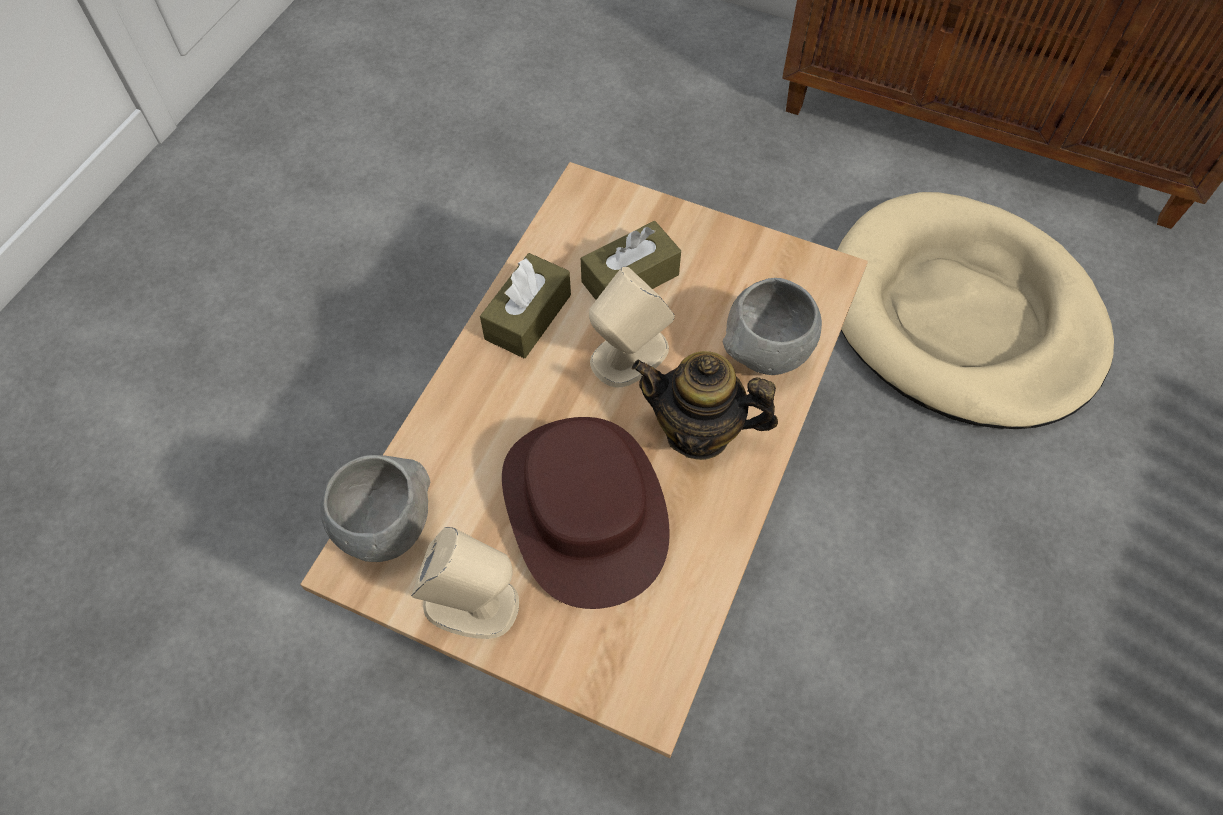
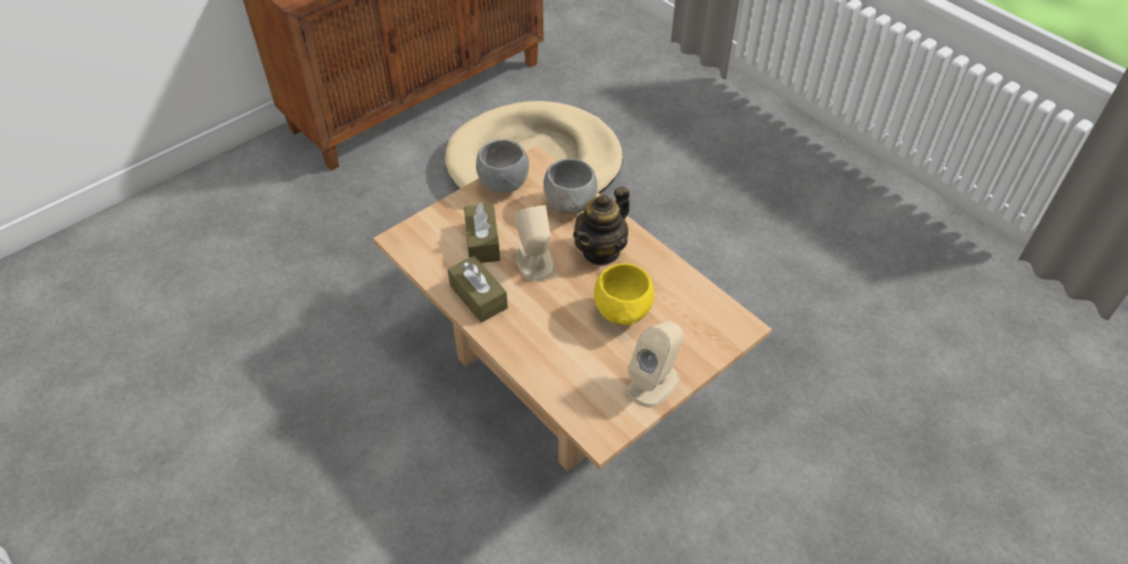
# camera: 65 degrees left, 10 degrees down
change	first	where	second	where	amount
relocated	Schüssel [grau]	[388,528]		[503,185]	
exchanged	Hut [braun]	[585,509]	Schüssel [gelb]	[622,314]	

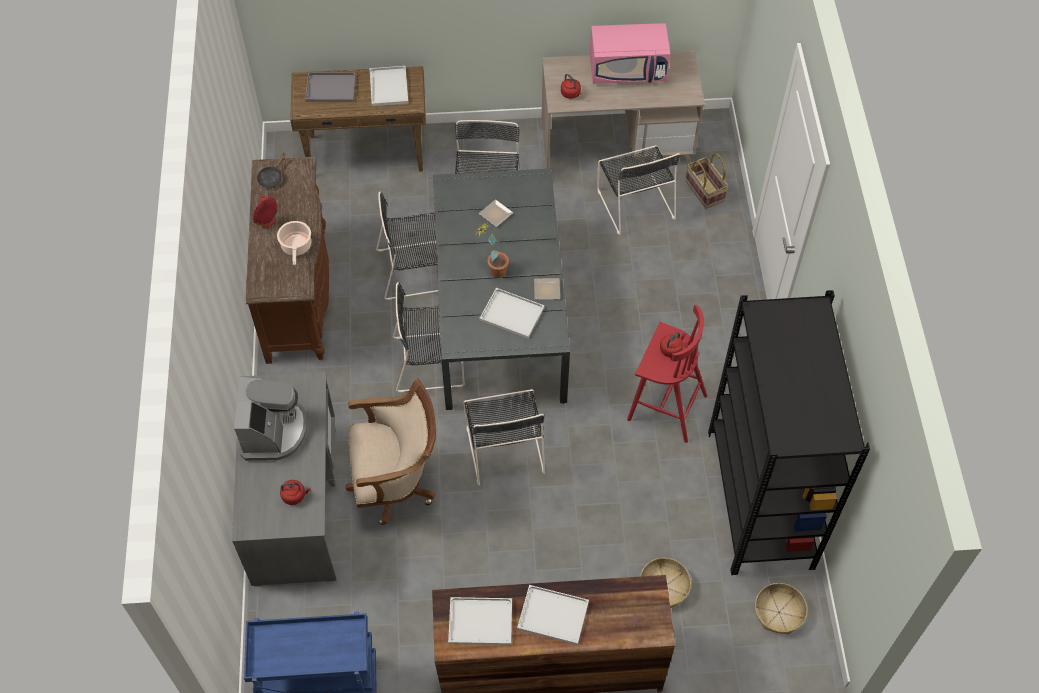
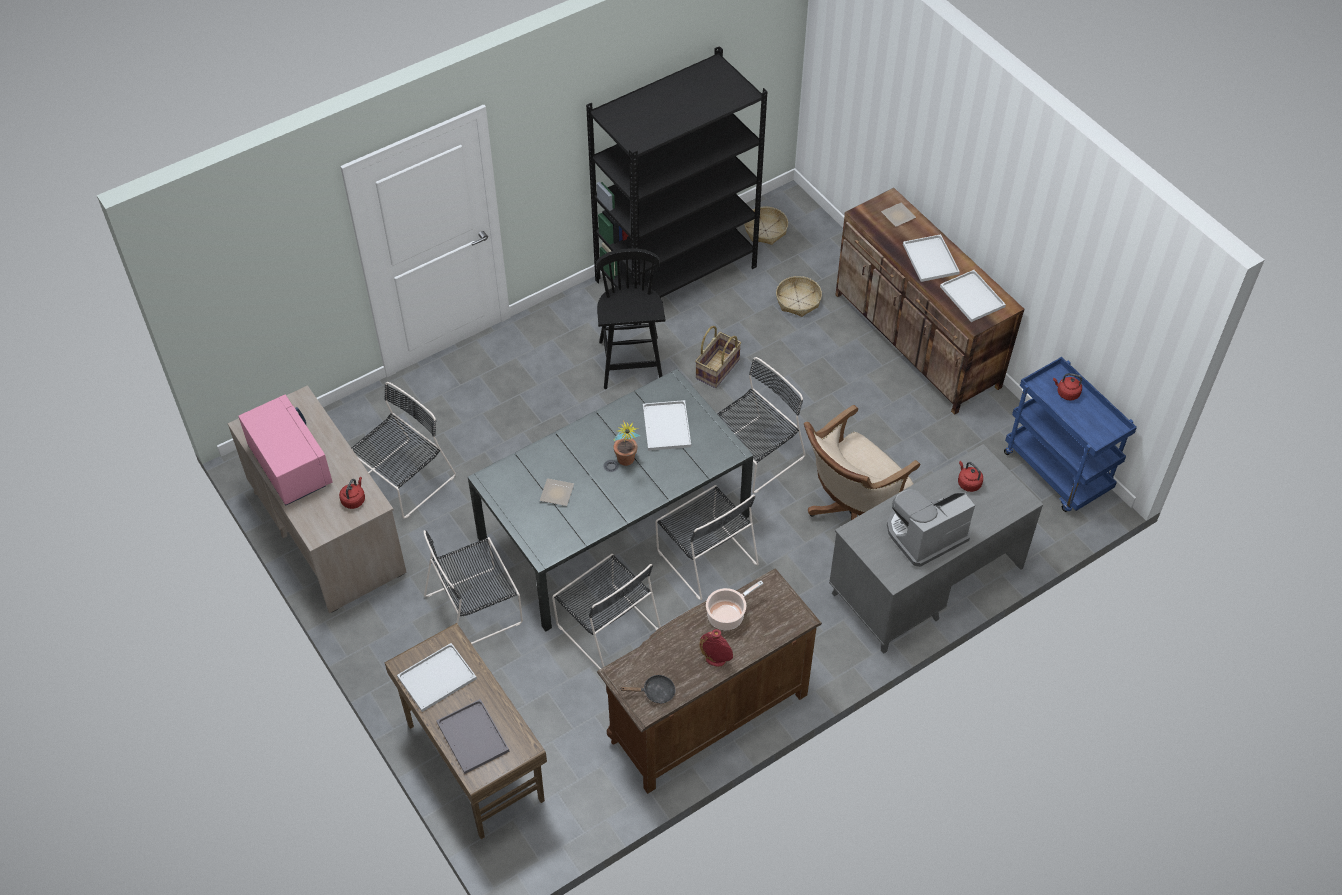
# camera: 120 degrees left, 5 degrees down
change	first	where	second	where	amount
relocated	Teller	[546,291]		[899,216]	
relocated	Wasserkessel [rot]	[671,349]		[1066,393]	
relocated	Korb	[703,191]		[718,369]	
colour	Hocker [rot]	[664,406]	Hocker [schwarz]	[631,364]	
spun	Bürostuhl	[396,486]		[850,515]	90 degrees counterclockwise

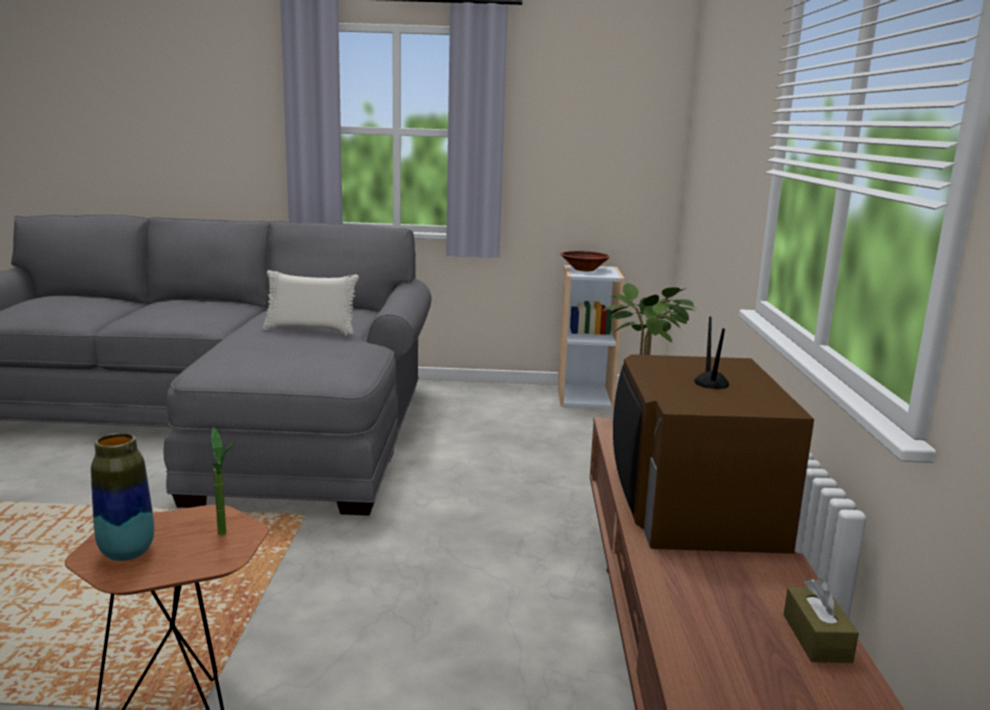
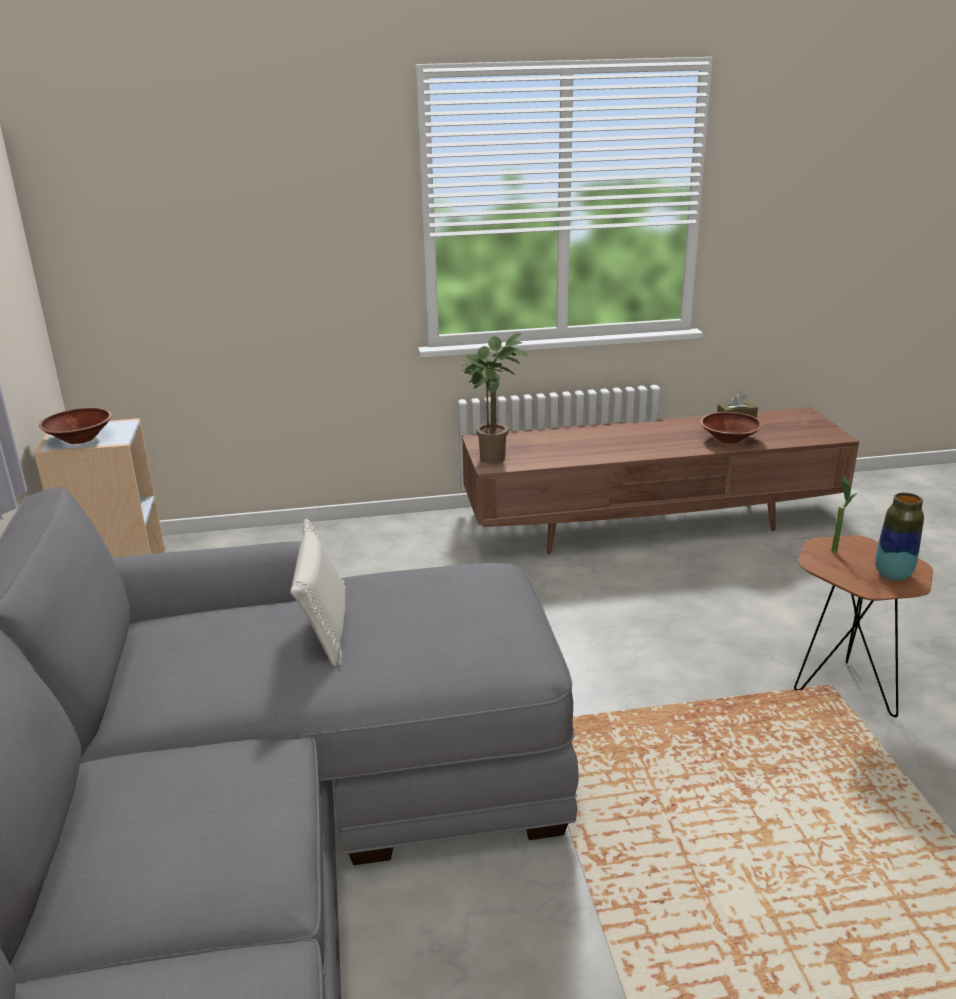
# camera: 100 degrees left, 10 degrees up
change	first	where	second	where	amount
missing	Fernseher	[694,505]			
appeared			Schüssel [braun]	[729,439]	

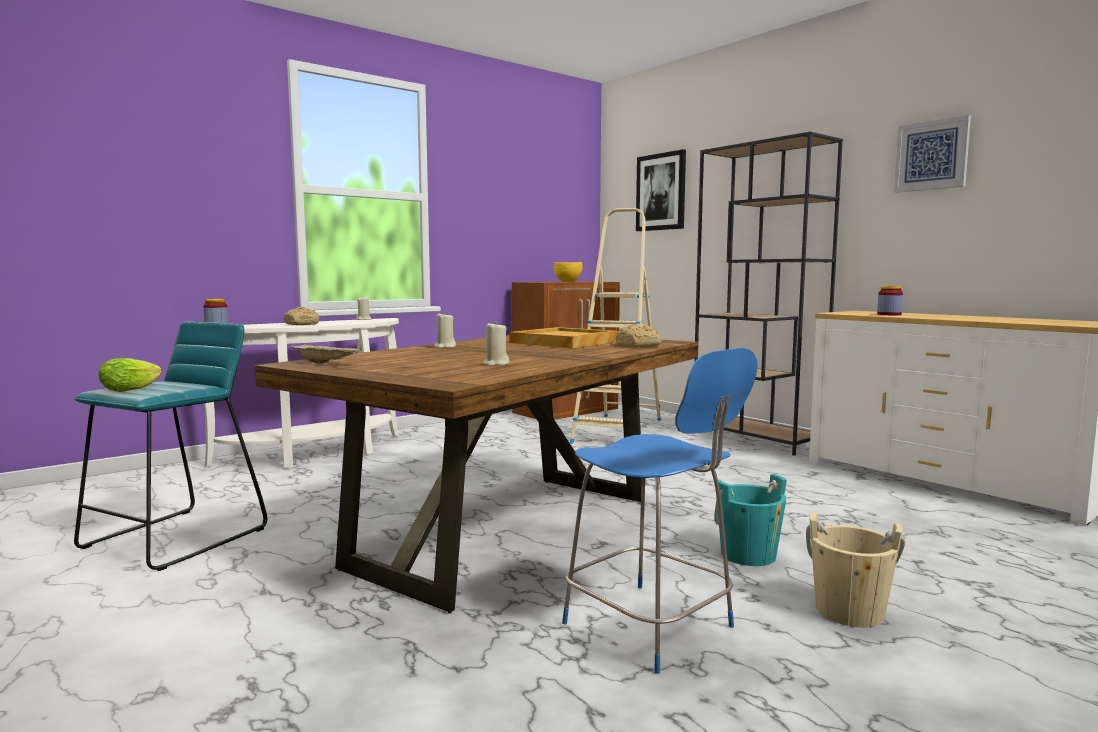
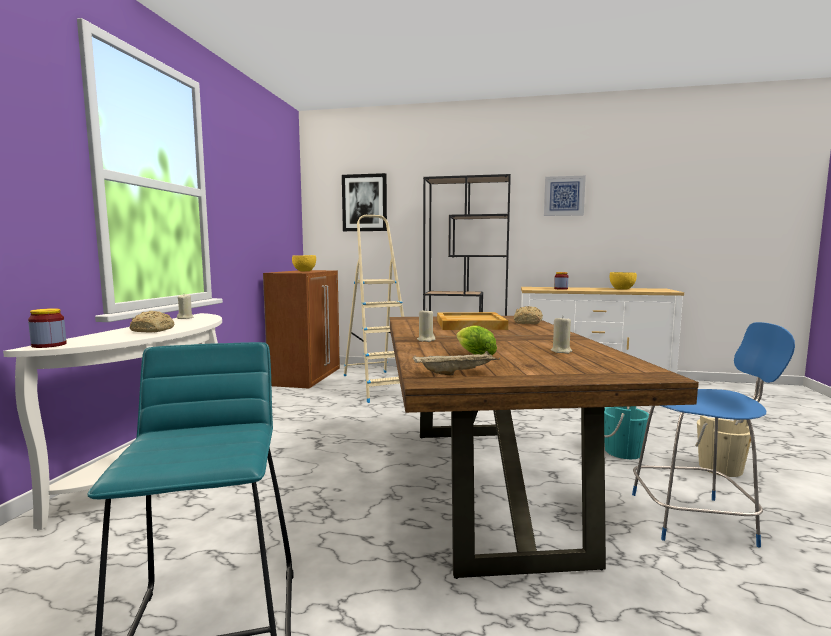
# camera: 40 degrees left, 0 degrees up
change	first	where	second	where	amount
appeared			Schüssel [gelb]	[622,289]	
relocated	Salatkopf	[134,389]		[473,355]	

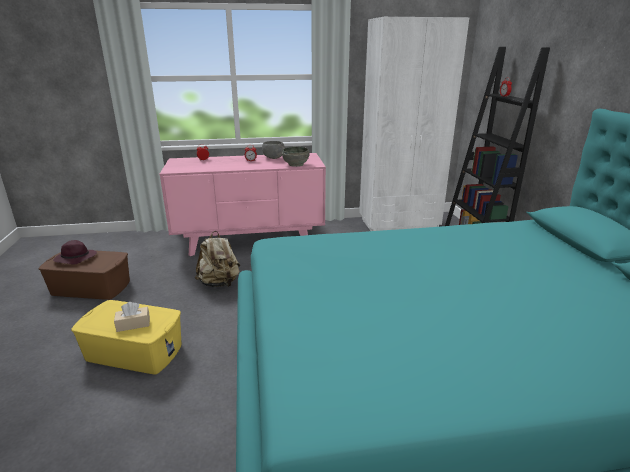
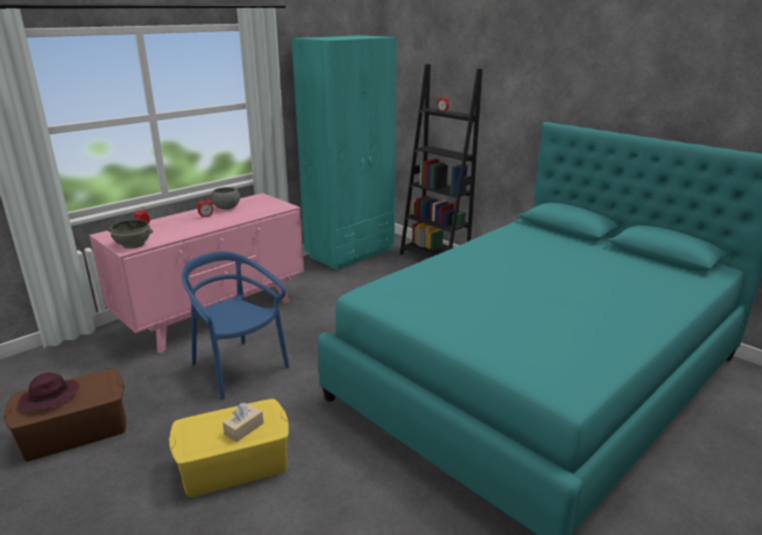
# camera: 35 degrees left, 0 degrees up
change	first	where	second	where	amount
relocated	Schüssel [grau]	[296,164]		[133,244]	
exchanged	Rucksack [beige]	[219,283]	Stuhl [blau]	[238,368]	
colour	Kleiderschrank [weiß]	[399,224]	Kleiderschrank [türkis]	[351,253]	

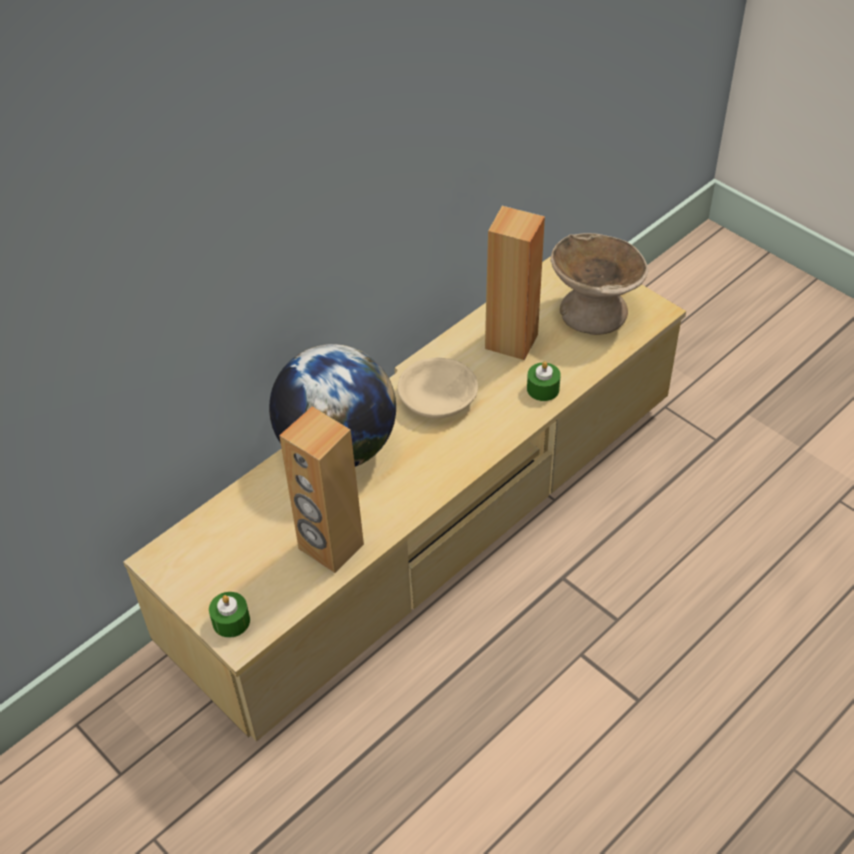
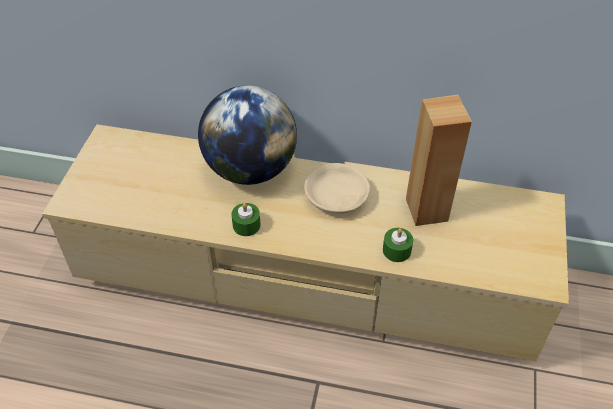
# camera: 55 degrees right, 0 degrees up
change	first	where	second	where	amount
missing	Lautsprecher [braun]	[330,547]			
missing	Schüssel [beige]	[593,312]			
relocated	Kerze [grün]	[231,621]		[246,225]	

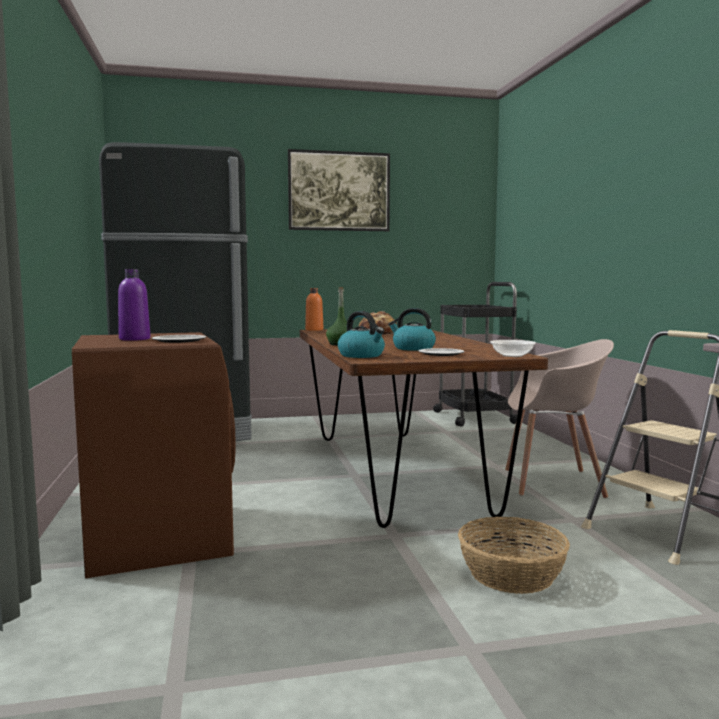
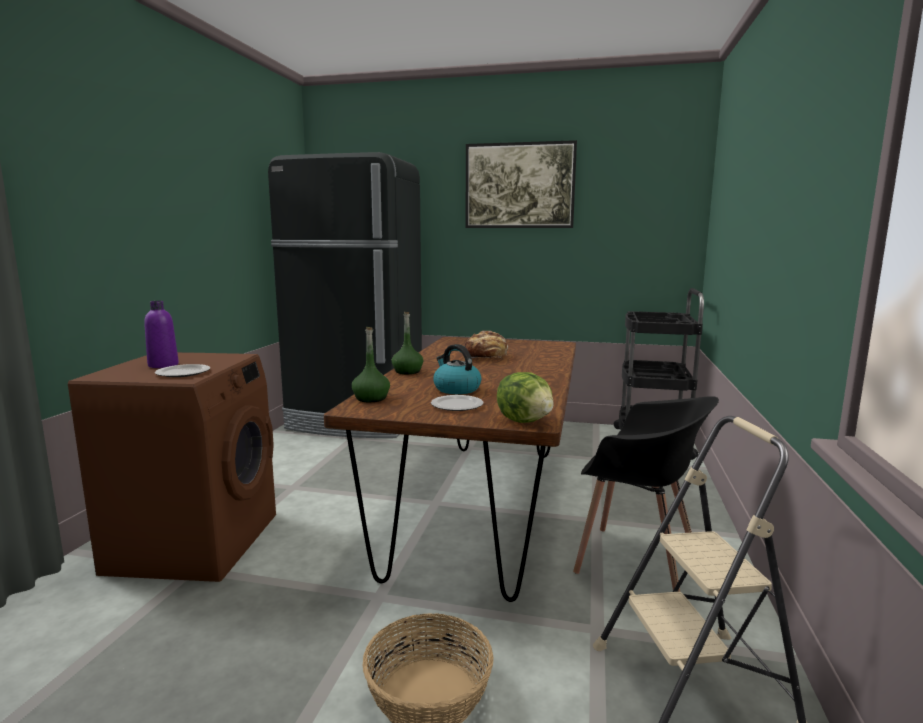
# camera: 25 degrees right, 5 degrees up
change	first	where	second	where	amount
missing	Flasche [orange]	[314,330]			
exchanged	Wasserkessel	[362,355]	Flasche [grün]	[371,398]	
exchanged	Schüssel	[512,355]	Salatkopf	[525,421]	
colour	Stuhl [beige]	[554,483]	Stuhl [schwarz]	[638,563]	

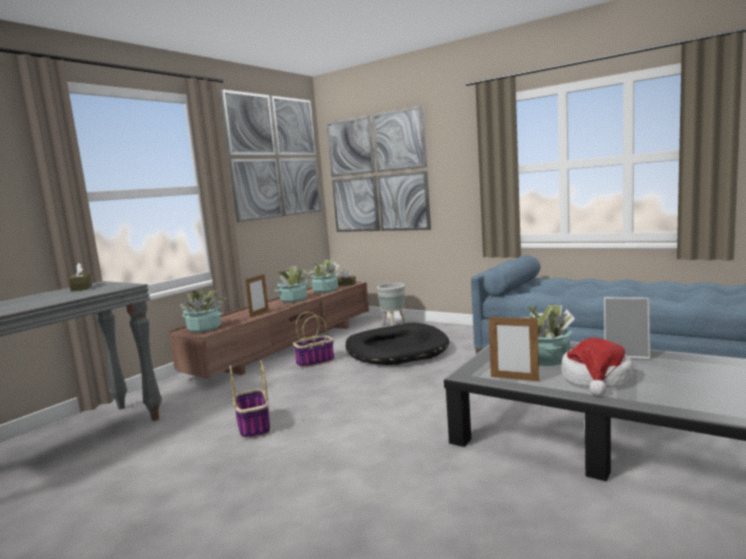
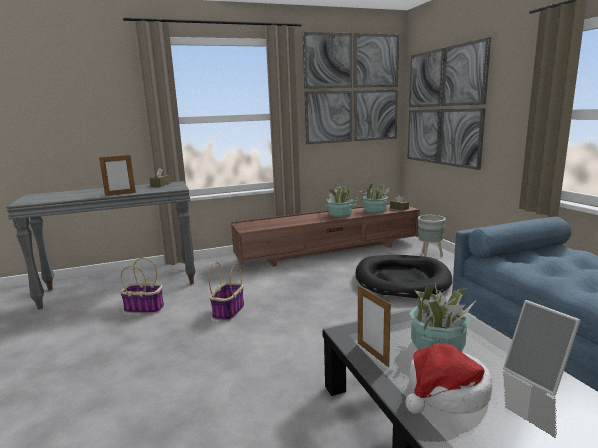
# camera: 35 degrees right, 5 degrees up
change	first	where	second	where	amount
missing	Topfpflanze	[204,328]			
relocated	Bilderrahmen	[259,313]		[120,194]	
relocated	Korb	[315,362]		[145,308]	

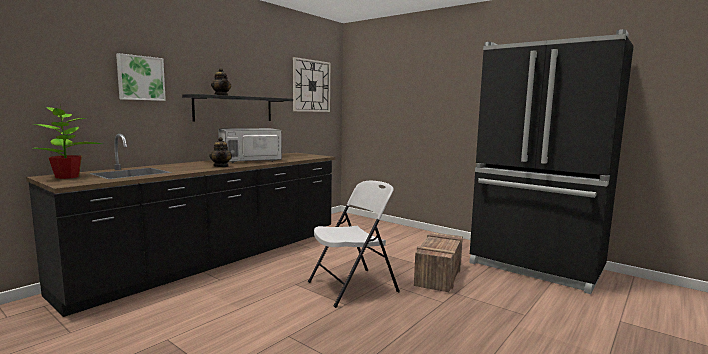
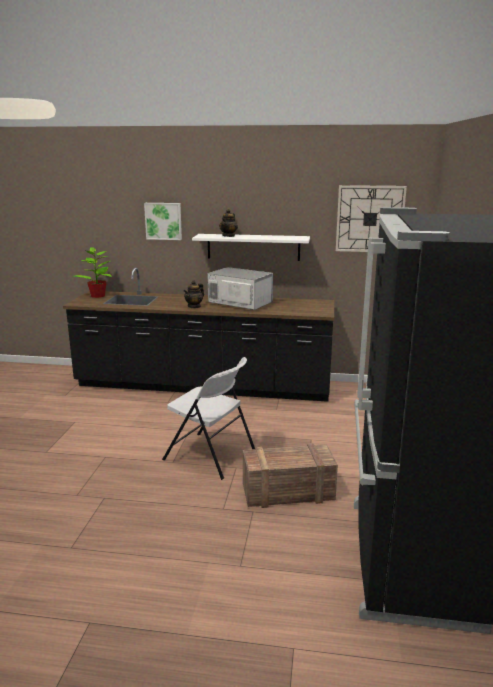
# camera: 60 degrees right, 10 degrees up
change	first	where	second	where	amount
colour	Wandregal [schwarz]	[234,109]	Wandregal [weiß]	[253,247]	

